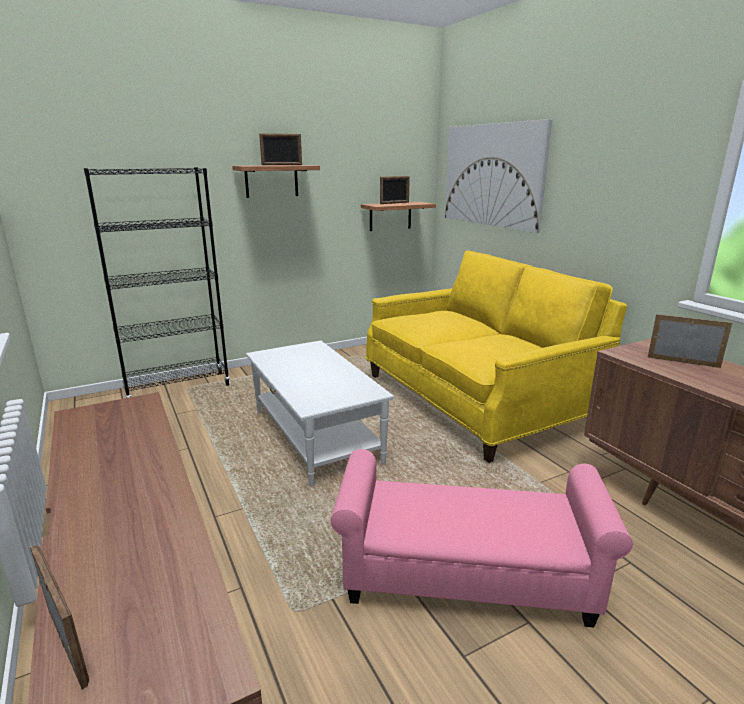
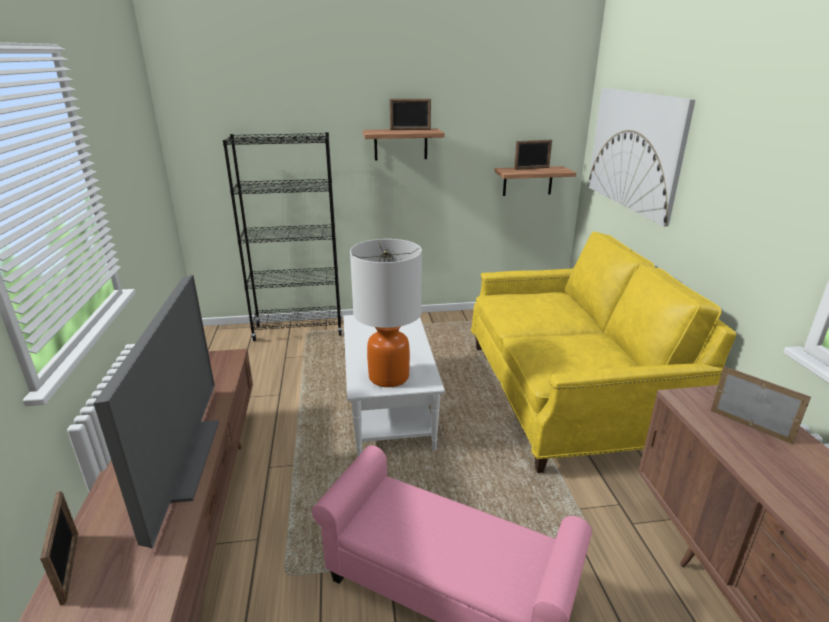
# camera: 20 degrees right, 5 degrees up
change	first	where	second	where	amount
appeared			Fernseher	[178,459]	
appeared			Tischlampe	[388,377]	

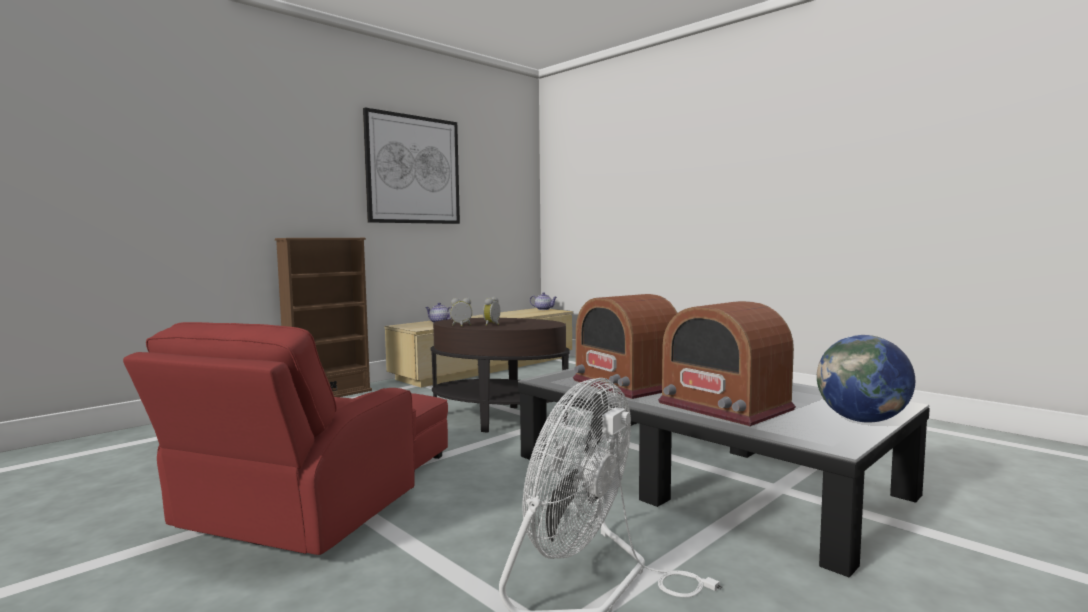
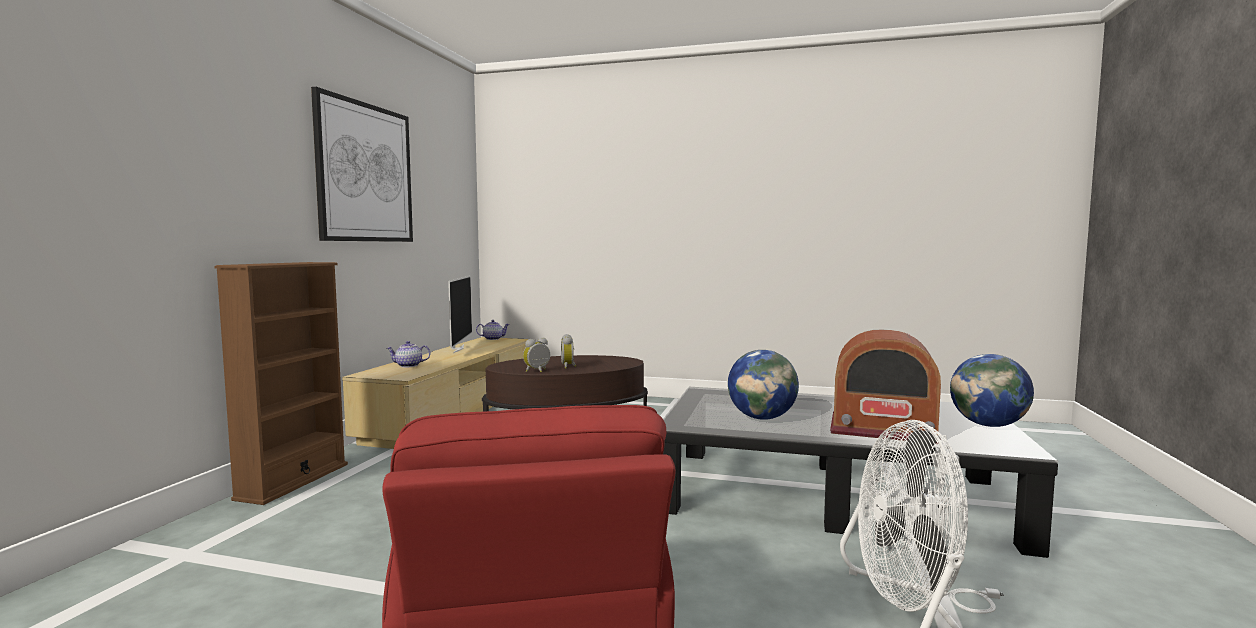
# camera: 30 degrees left, 0 degrees up
change	first	where	second	where	amount
appeared			Fernseher	[457,348]	
exchanged	Radio	[626,384]	Globus	[762,418]	

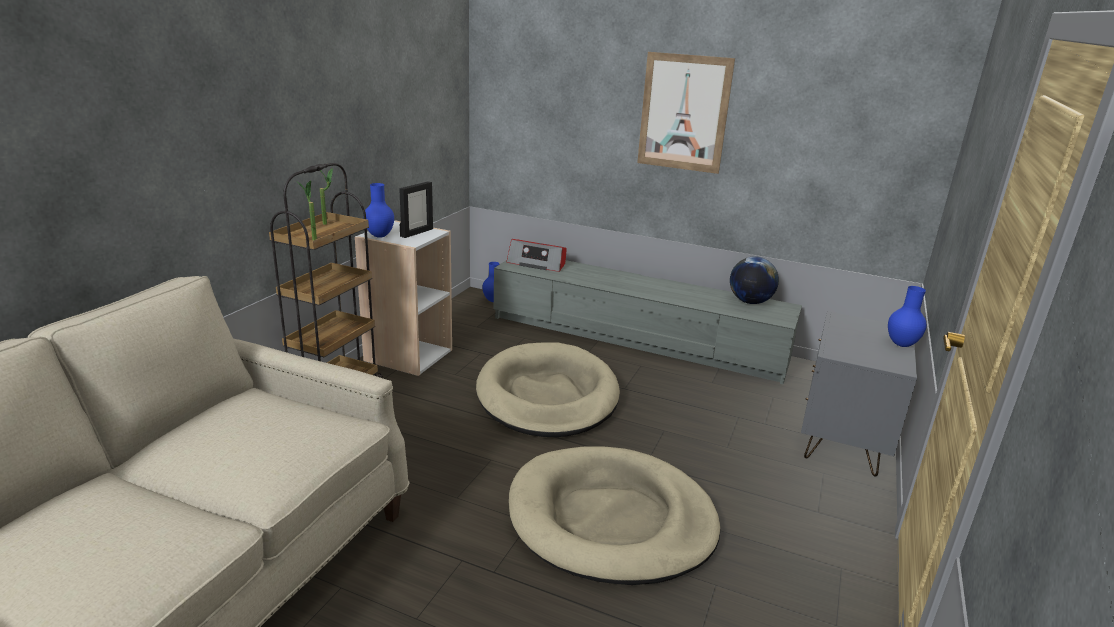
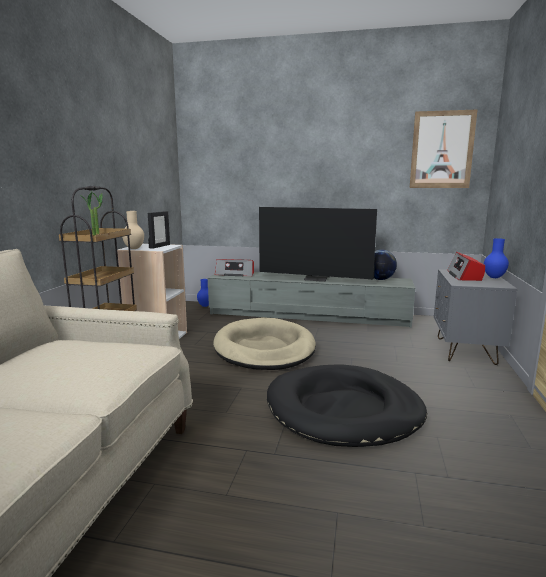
# camera: 10 degrees left, 10 degrees down
change	first	where	second	where	amount
appeared			Fernseher	[316,279]	
appeared			Radio	[464,275]	
relocated	Bild	[684,113]		[442,150]	
colour	Vase [blau]	[380,236]	Vase [beige]	[134,248]	
colour	Hundebett [beige]	[611,519]	Hundebett [schwarz]	[344,410]	

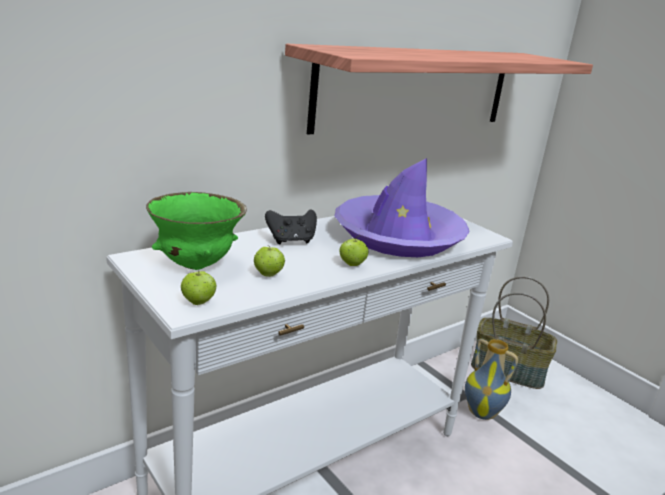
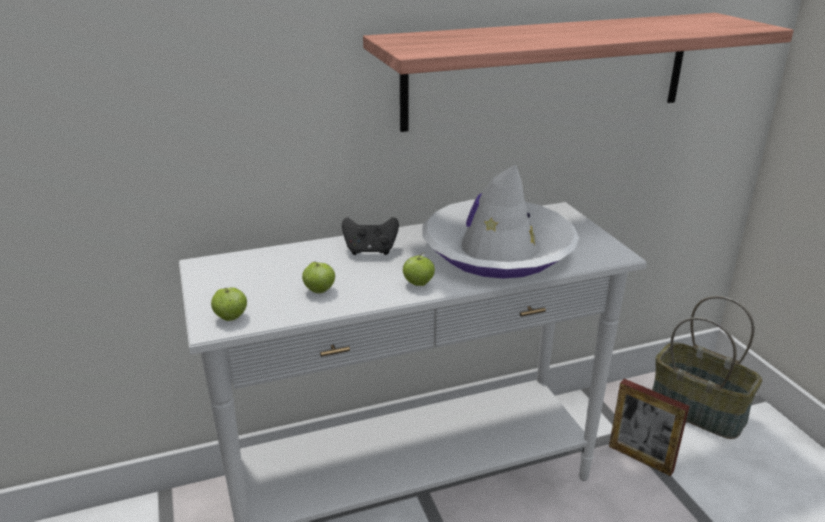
# camera: 20 degrees right, 5 degrees up
change	first	where	second	where	amount
missing	Schüssel [grün]	[196,265]			
exchanged	Vase	[482,412]	Bilderrahmen	[640,458]	
colour	Hut [lila]	[398,237]	Hut [weiß]	[497,251]	

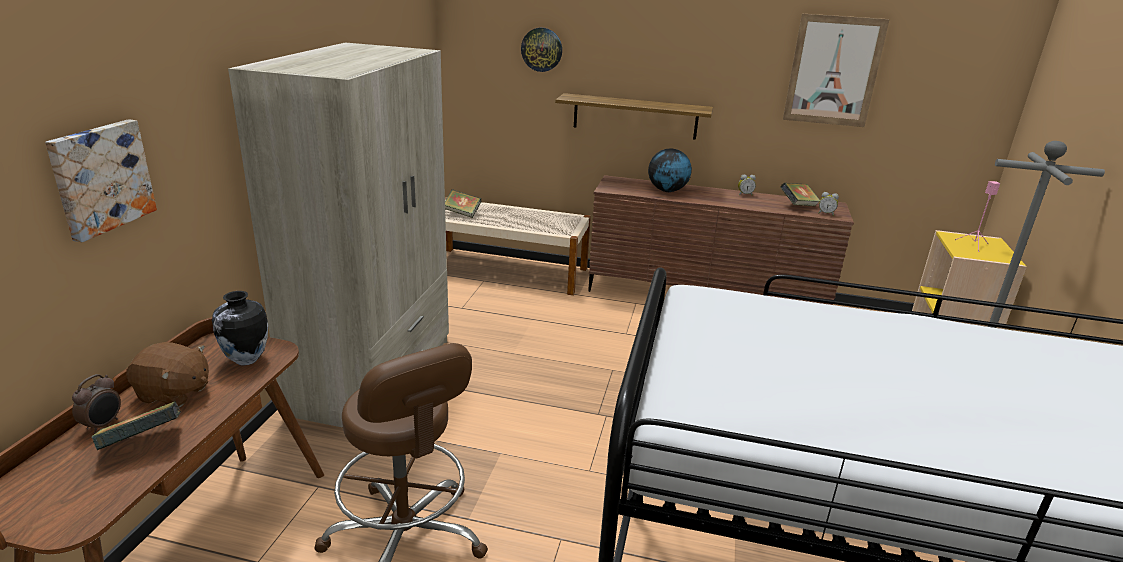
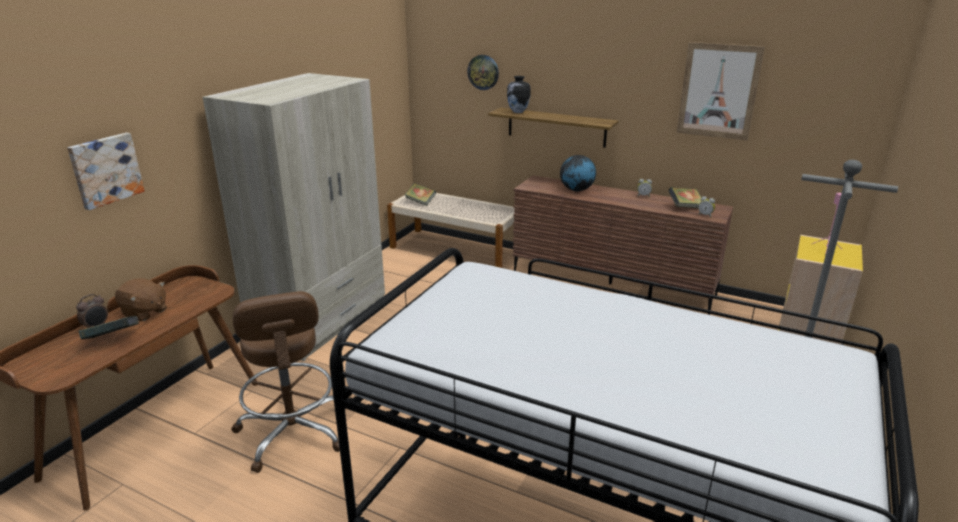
# camera: 15 degrees right, 0 degrees up
change	first	where	second	where	amount
relocated	Vase	[246,360]		[518,112]	

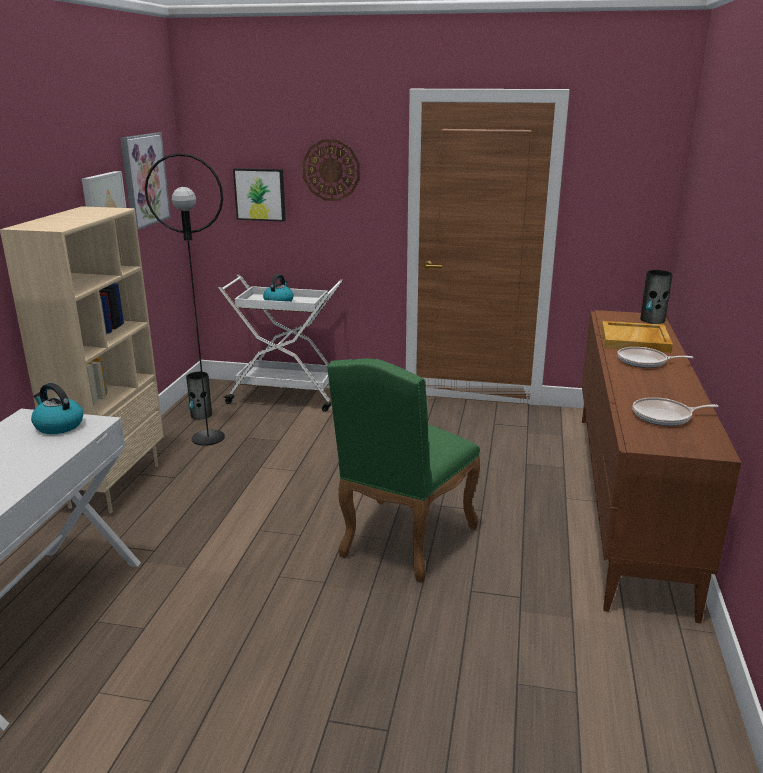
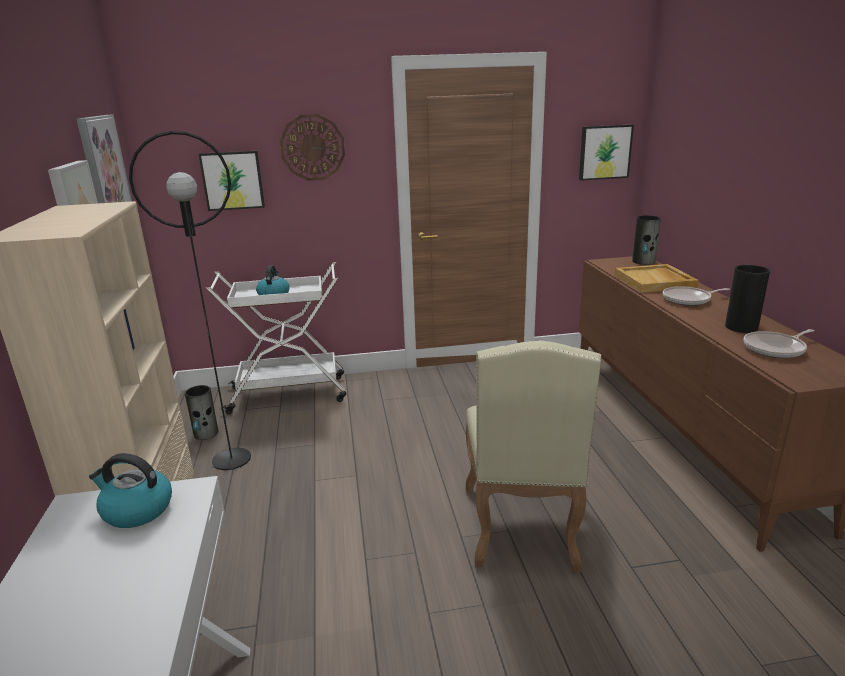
# camera: 20 degrees left, 0 degrees up
change	first	where	second	where	amount
appeared			Bild	[604,152]	
appeared			Vase	[741,327]	
colour	Stuhl [grün]	[402,541]	Stuhl [beige]	[524,529]	

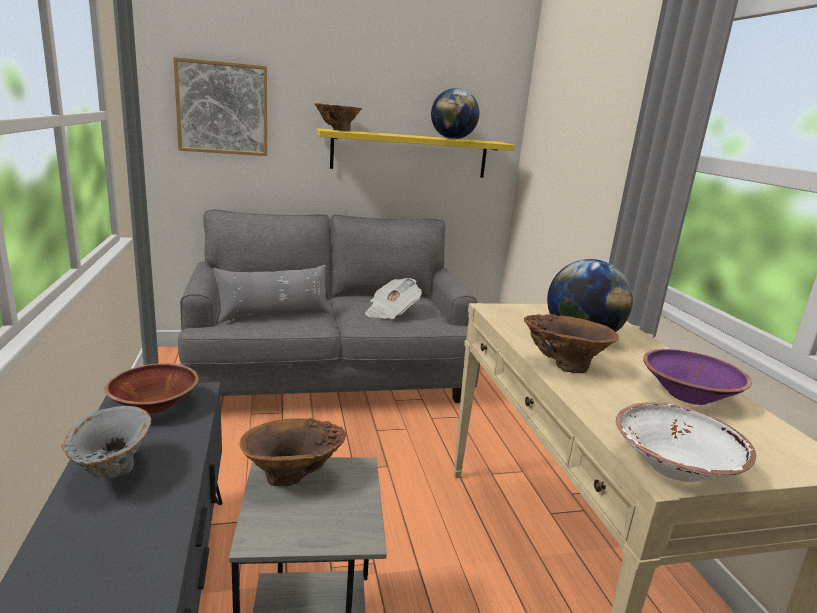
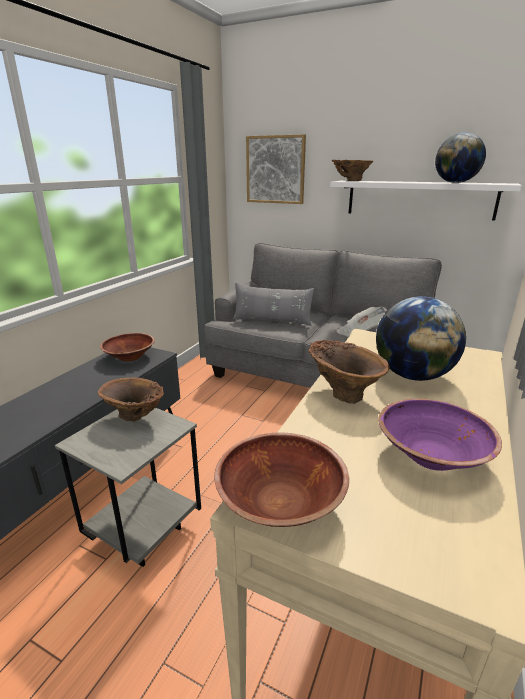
# camera: 40 degrees right, 5 degrees up
change	first	where	second	where	amount
missing	Vase [grau]	[112,473]			
colour	Wandregal [gelb]	[410,154]	Wandregal [weiß]	[419,199]	
colour	Schüssel [weiß]	[674,467]	Schüssel [braun]	[281,503]	

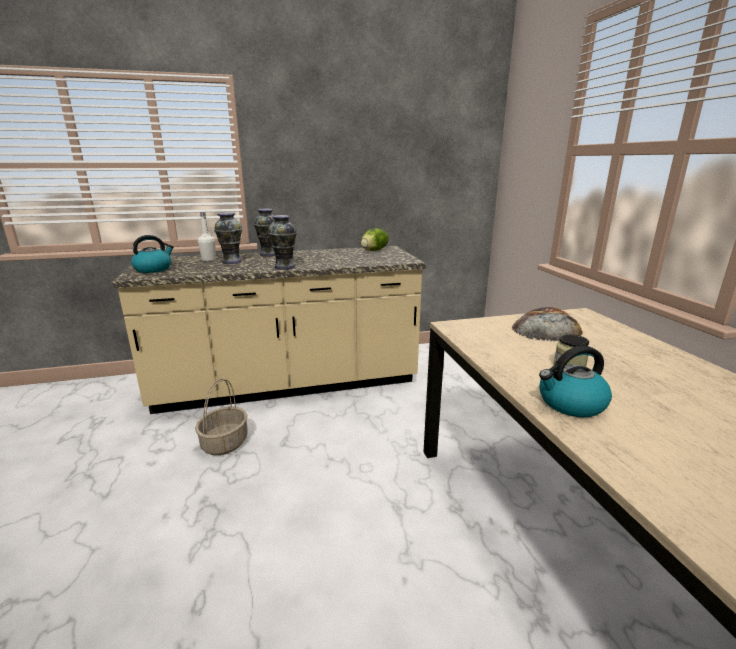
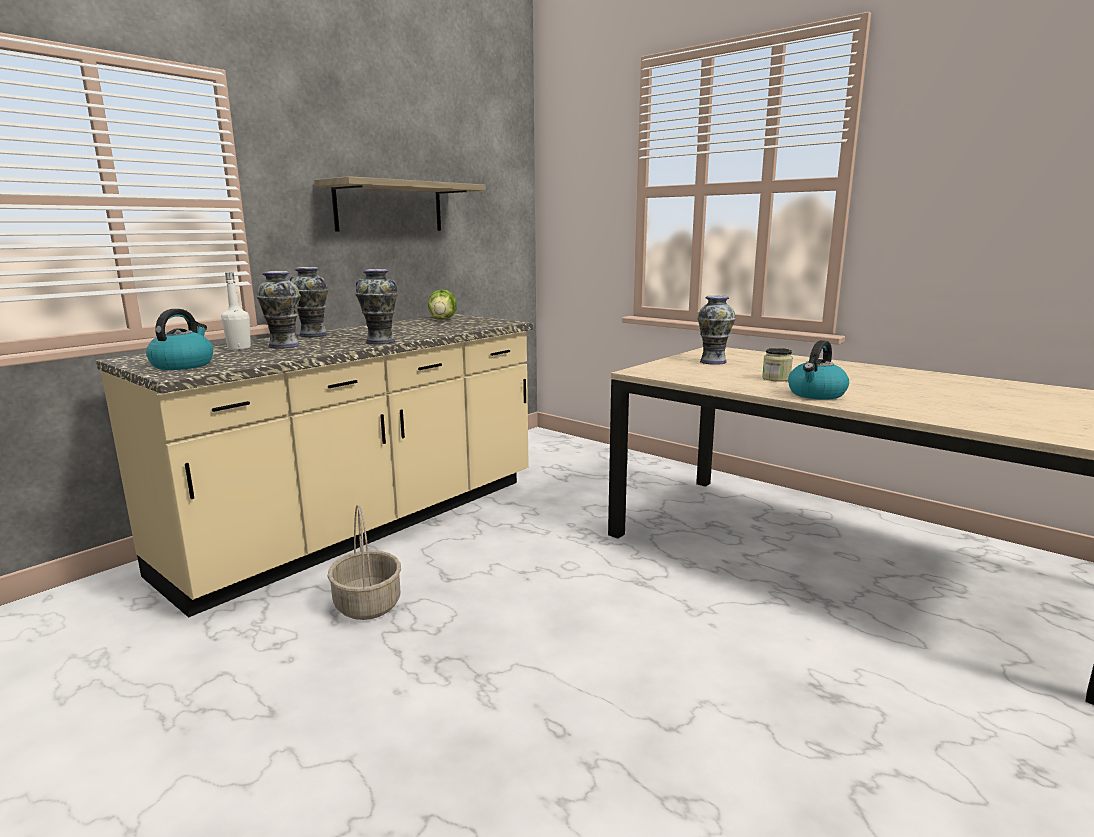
# camera: 35 degrees left, 5 degrees down
change	first	where	second	where	amount
appeared			Wandregal	[389,207]	
exchanged	Brot	[546,329]	Vase	[712,361]	

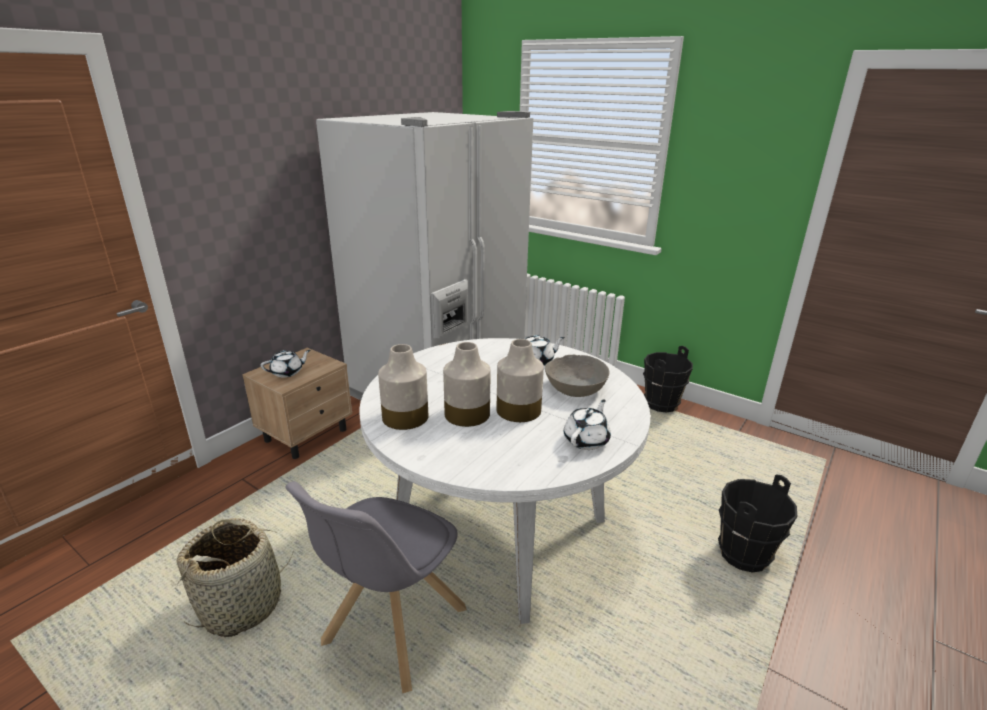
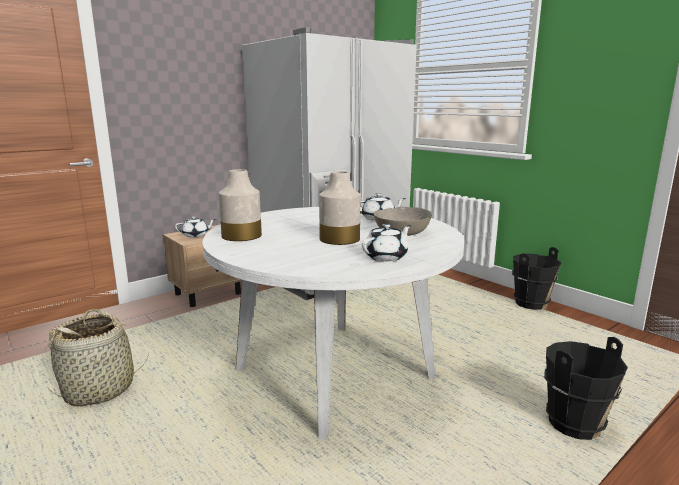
# camera: 15 degrees right, 10 degrees down
change	first	where	second	where	amount
missing	Stuhl [grau]	[391,630]			
missing	Vase [beige]	[467,414]			

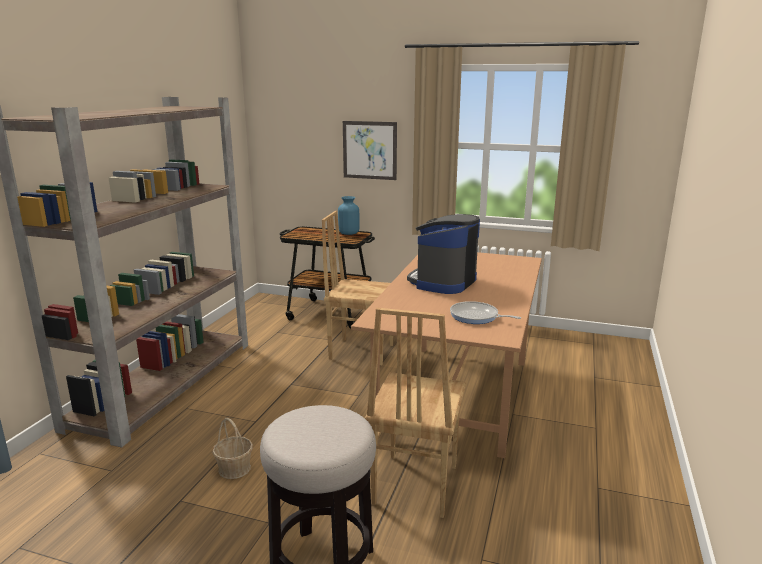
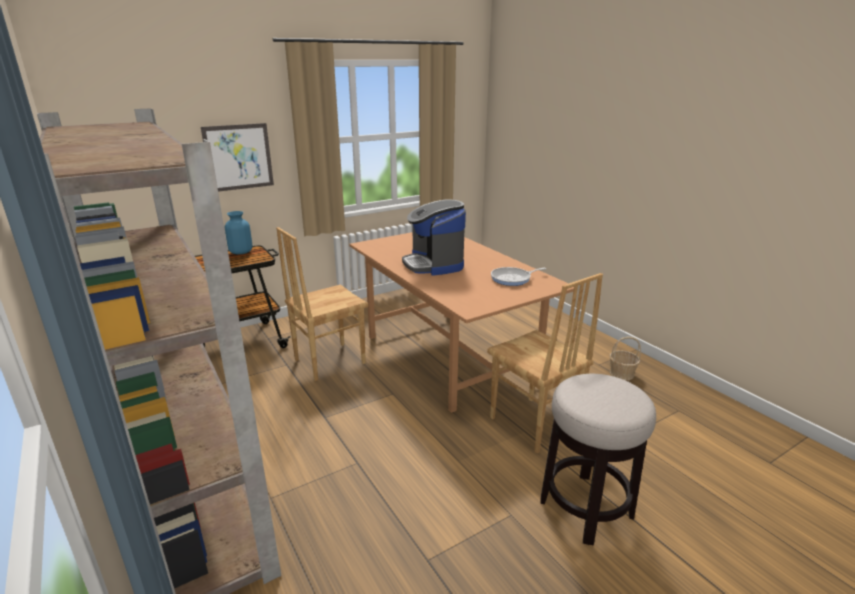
# camera: 50 degrees left, 5 degrees up
change	first	where	second	where	amount
relocated	Korb	[234,468]		[621,373]	

